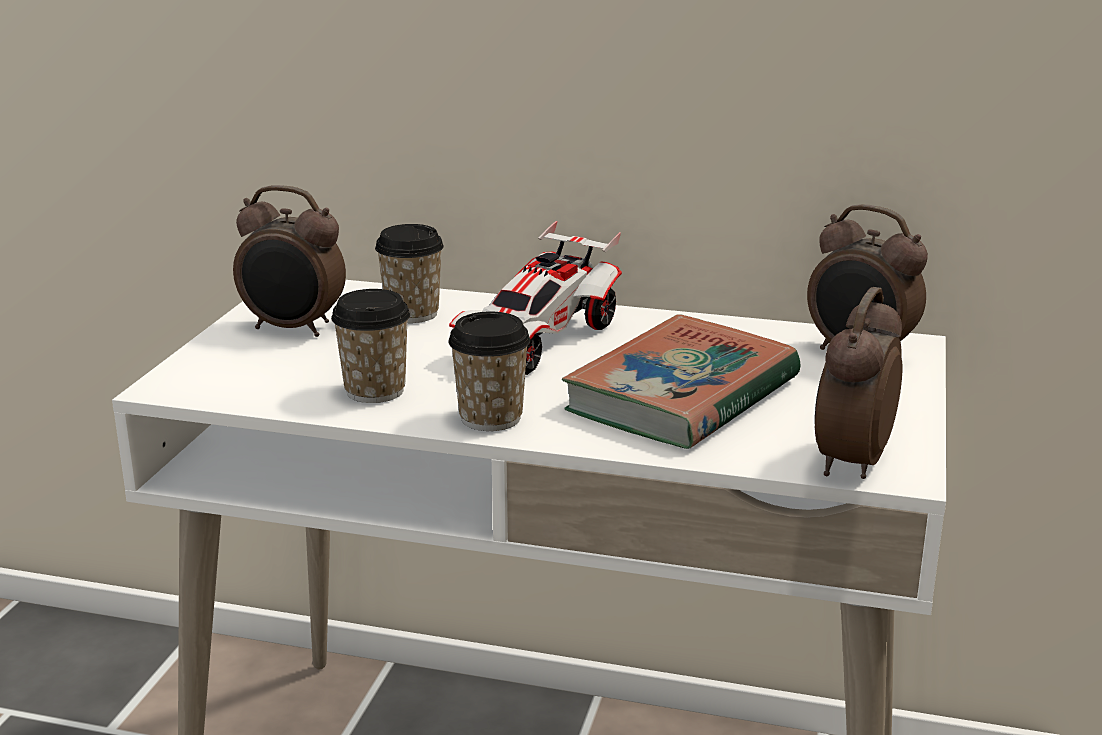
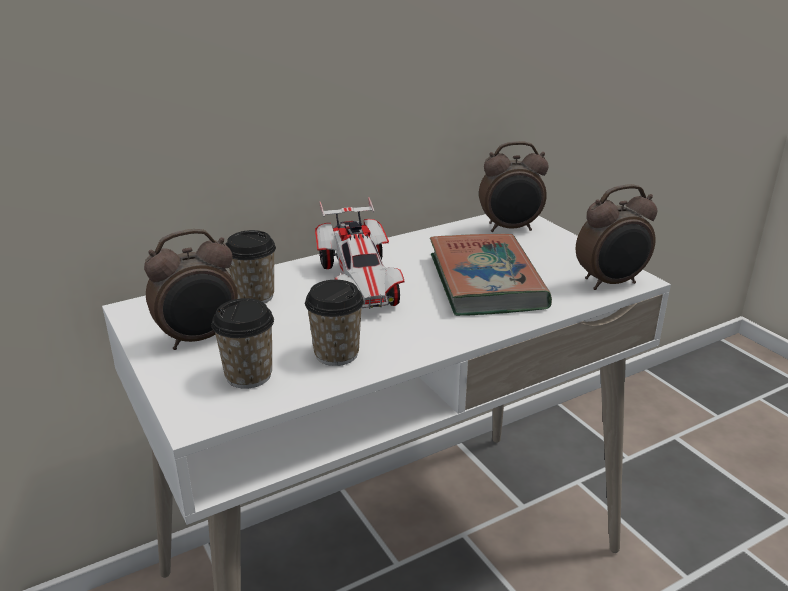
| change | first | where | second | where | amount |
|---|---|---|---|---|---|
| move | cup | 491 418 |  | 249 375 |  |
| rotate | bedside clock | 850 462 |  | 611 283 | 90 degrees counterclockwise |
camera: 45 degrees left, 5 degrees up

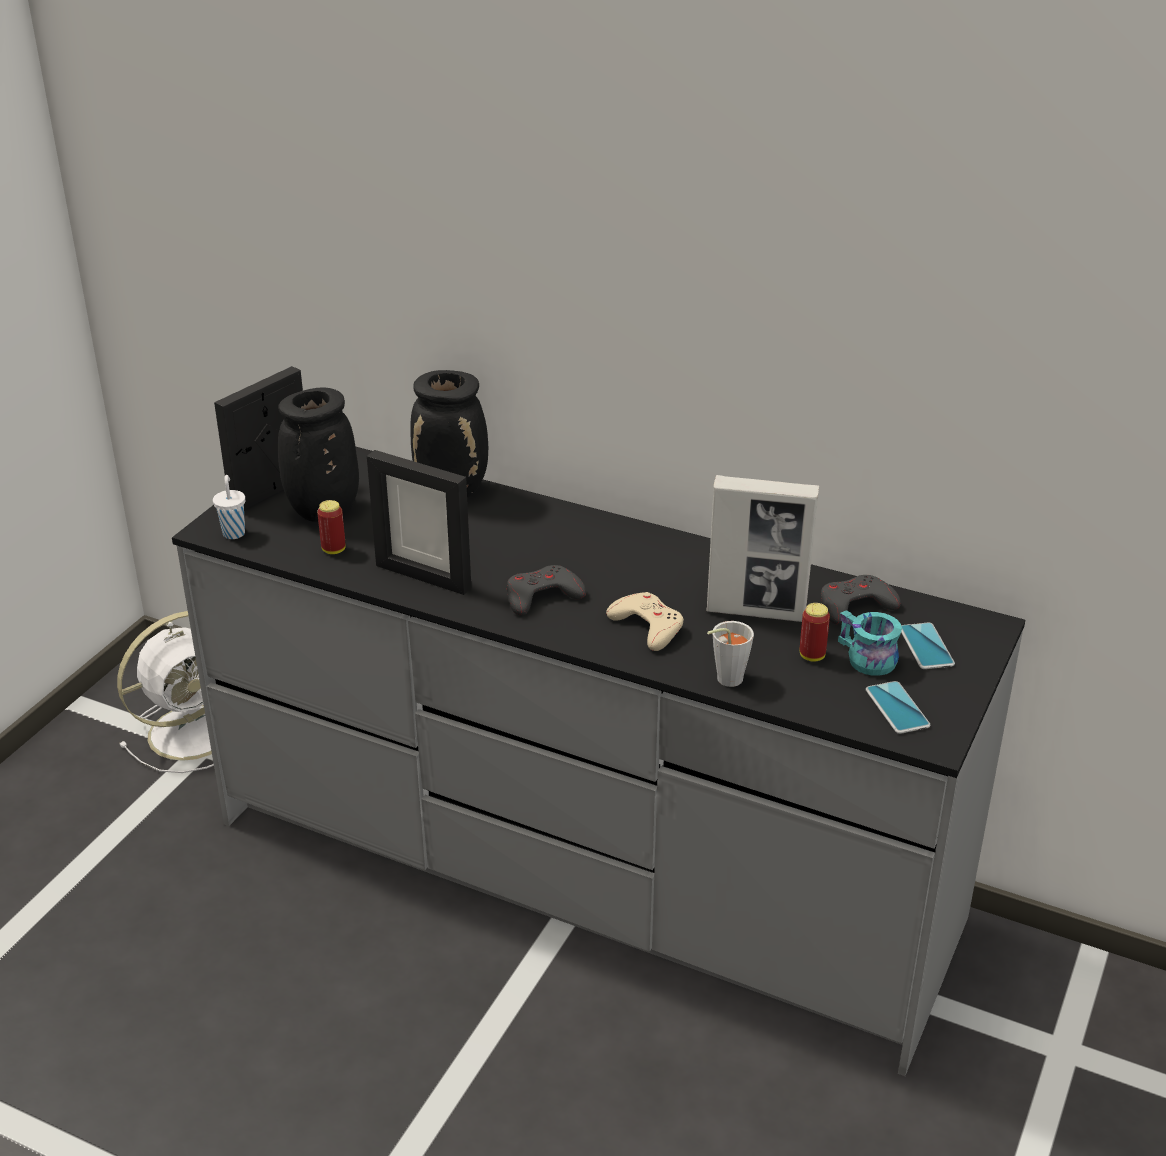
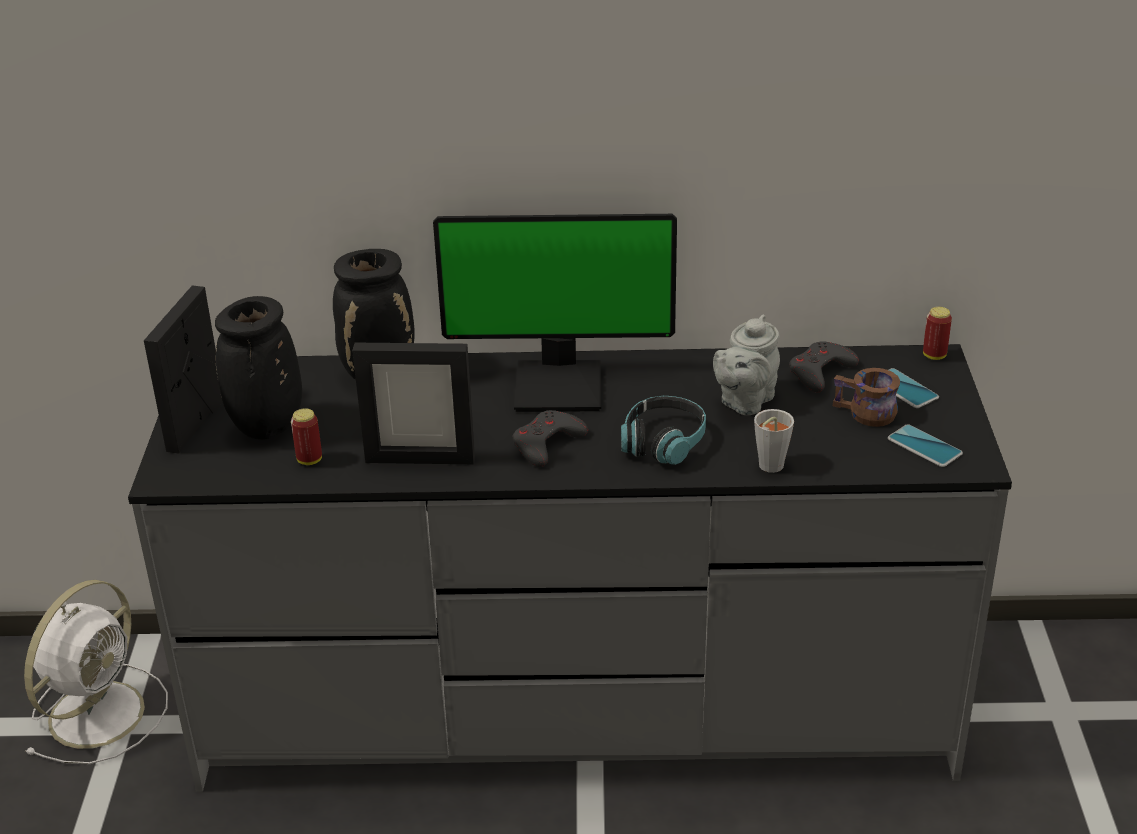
| change | first | where | second | where | amount |
|---|---|---|---|---|---|
| delete | white-coloured cup | 234 533 |  |  |  |
| replace | beige-coloured game controller | 647 626 | headset | 663 442 |  |
| replace | standing frame | 756 612 | greyish tea pot | 744 401 |  |
| move | can | 812 656 |  | 934 355 |  |
| recolor | blue-green tea mug | 864 659 | brownish tea mug | 864 414 |  |
| insert |  |  | monitor | 560 384 |  |
camera: 25 degrees left, 0 degrees up

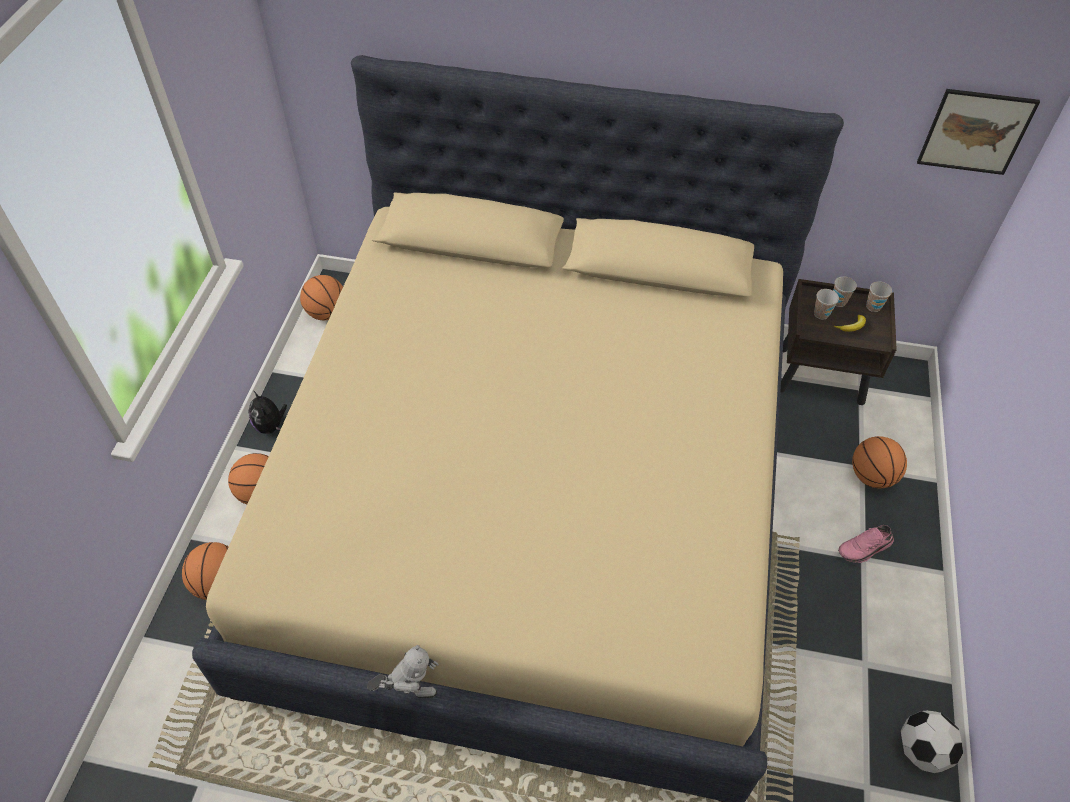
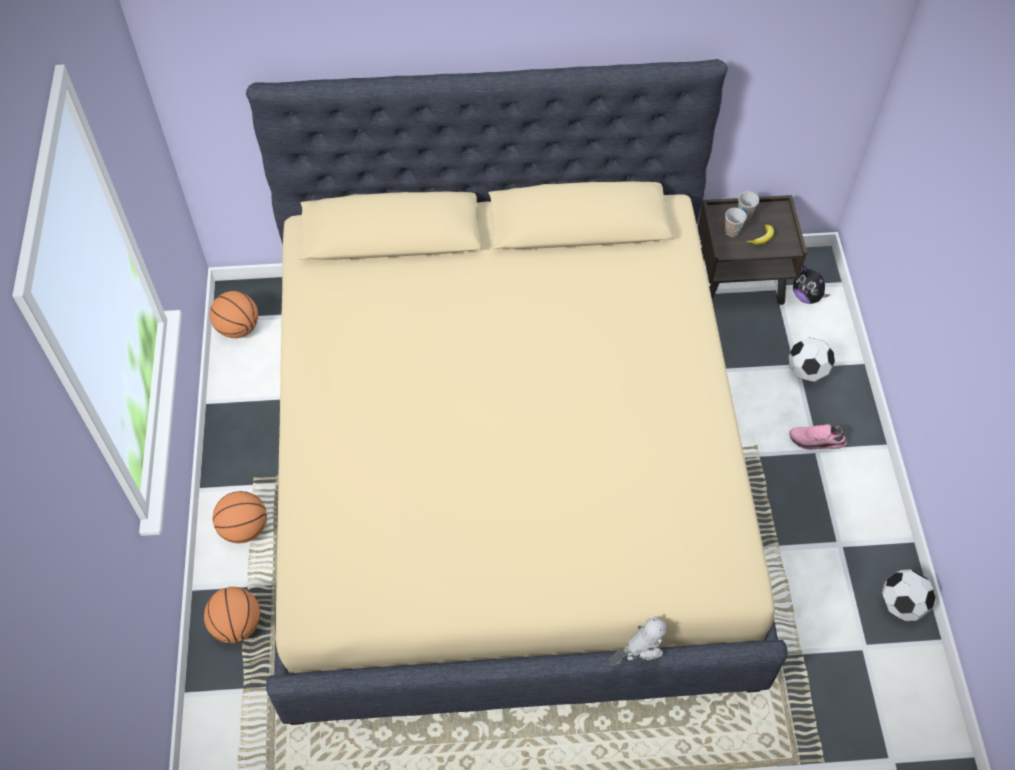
| change | first | where | second | where | amount |
|---|---|---|---|---|---|
| move | soft toy | 271 426 |  | 806 296 |  |
| move | robot figure | 409 690 |  | 638 657 |  |
| rotate | pinkish shoe | 865 549 |  | 816 441 | 45 degrees clockwise |
| replace | basketball | 871 476 | football | 806 372 |  |
| delete | cup | 873 306 |  |  |  |
| delete | wall art | 975 131 |  |  |  |
camera: 15 degrees left, 5 degrees up

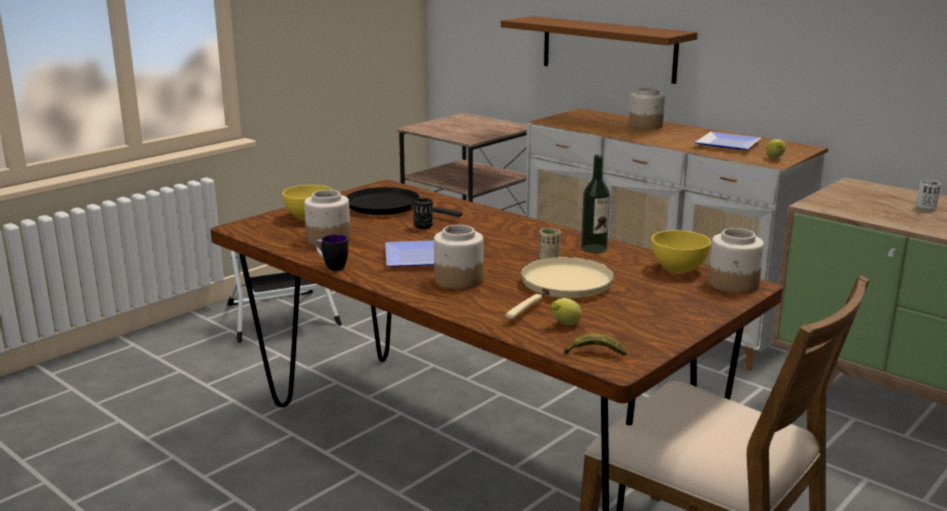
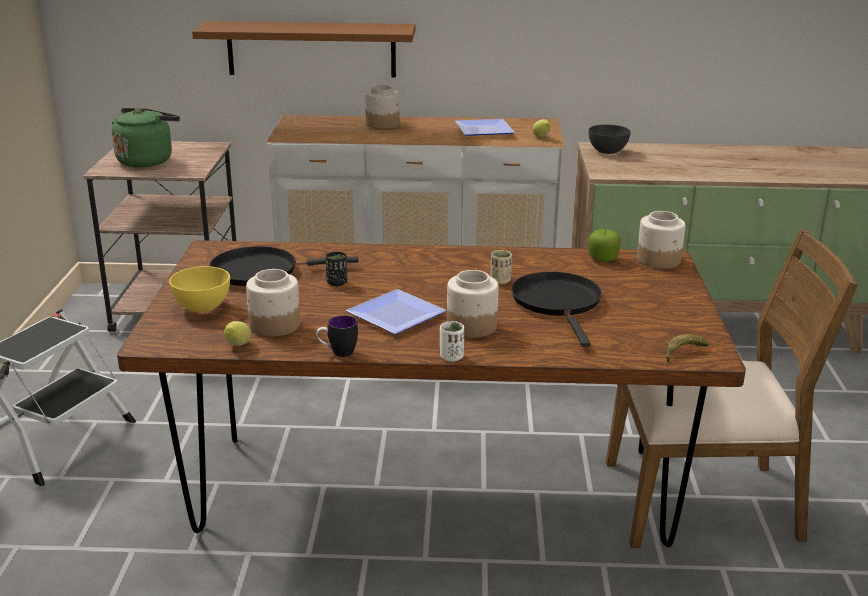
| change | first | where | second | where | amount |
|---|---|---|---|---|---|
| recolor | beige-coloured pan | 563 286 | black-coloured pan | 558 303 |  |
| move | lemon | 565 325 |  | 237 346 |  |
| delete | drink bottle | 594 249 |  |  |  |
| replace | yellow bowl | 679 268 | whole apple | 603 258 |  |
| move | white-coloured cup | 926 208 |  | 451 357 |  |
| insert |  |  | green tea kettle | 147 160 |  |
| insert |  |  | greyish bowl | 607 151 |  |
camera: 40 degrees left, 5 degrees up

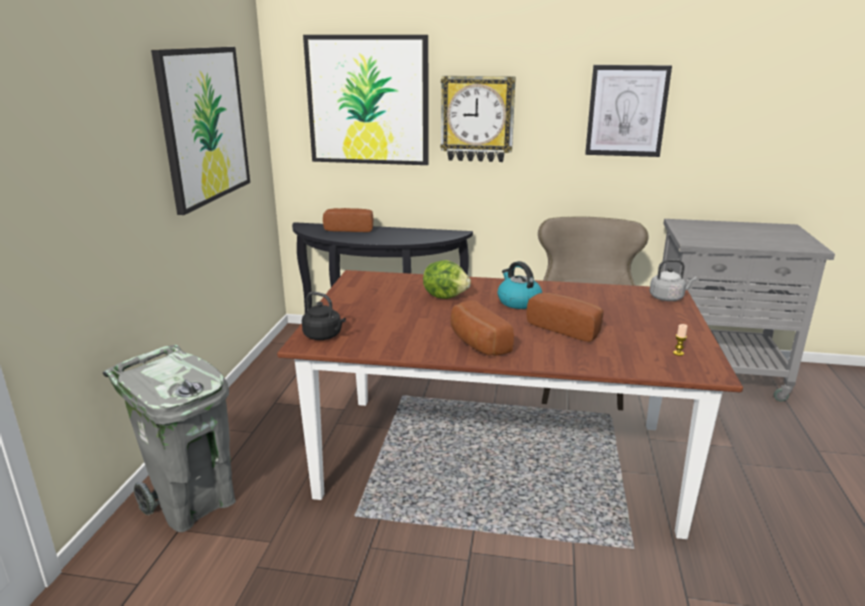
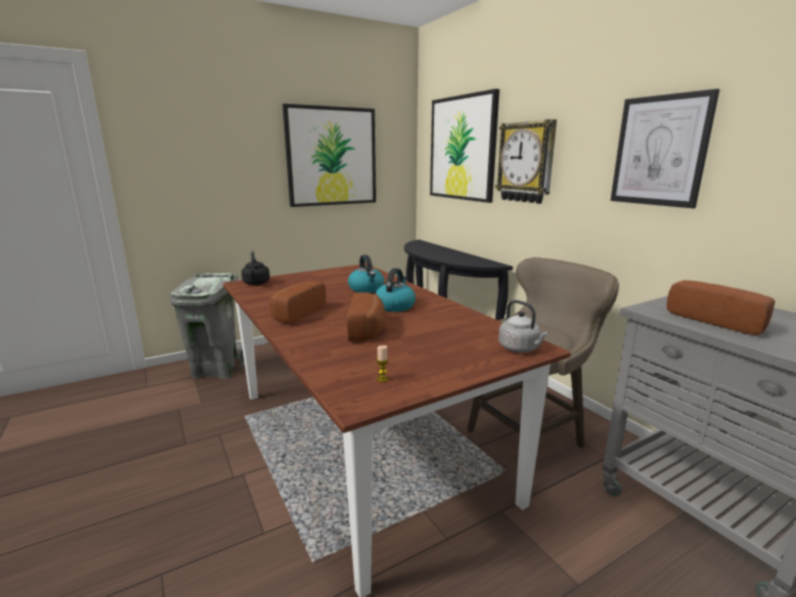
| change | first | where | second | where | amount |
|---|---|---|---|---|---|
| move | bakery bread | 350 229 |  | 717 320 |  |
| replace | lettuce head | 445 296 | tea kettle | 366 289 |  |
camera: 50 degrees right, 5 degrees down

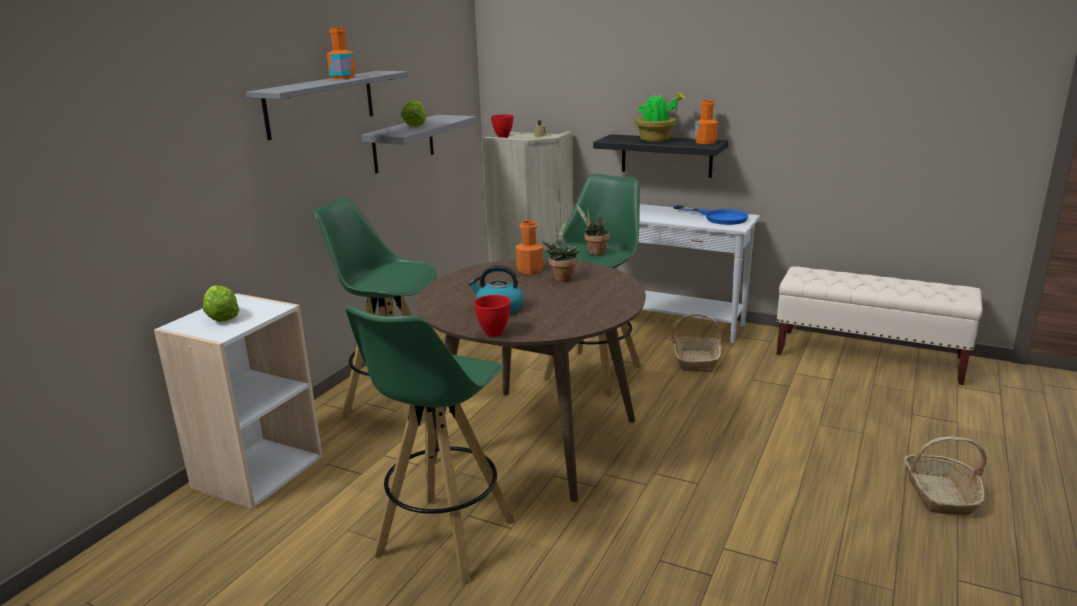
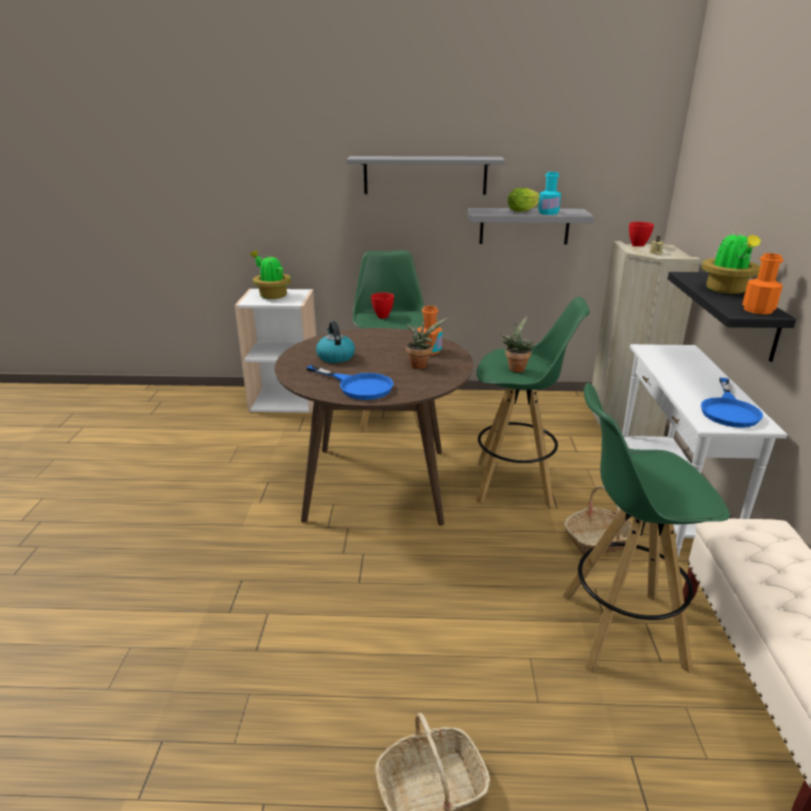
| change | first | where | second | where | amount |
|---|---|---|---|---|---|
| replace | lettuce head | 222 317 | plant in a pot | 272 295 |  |
| delete | orangey drink bottle | 343 78 |  |  |  |
| move | green sitting stool | 443 539 |  | 619 629 |  |
| move | red-coloured bowl | 492 333 |  | 382 316 |  |
| insert |  |  | blue-coloured pan | 358 386 |  |
| insert |  |  | blue-green drink bottle | 548 213 |  |
camera: 65 degrees right, 5 degrees up

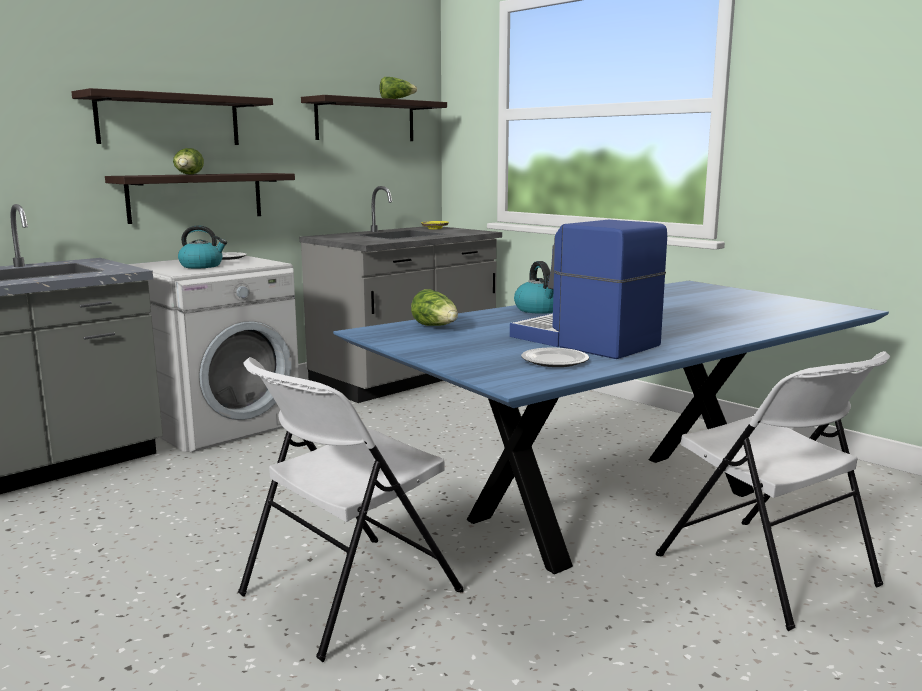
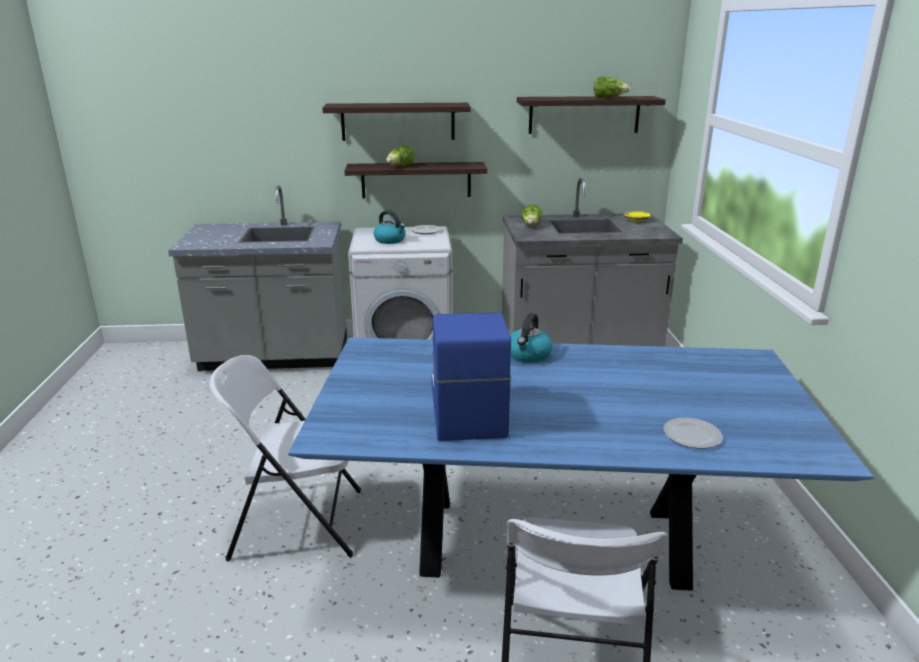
| change | first | where | second | where | amount |
|---|---|---|---|---|---|
| move | lettuce head | 436 327 |  | 531 226 |  |
| move | plate | 554 361 |  | 691 436 |  |
camera: 40 degrees right, 10 degrees up

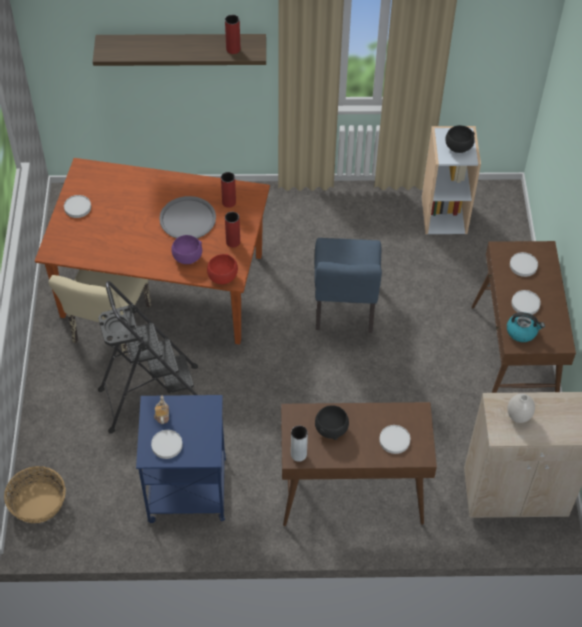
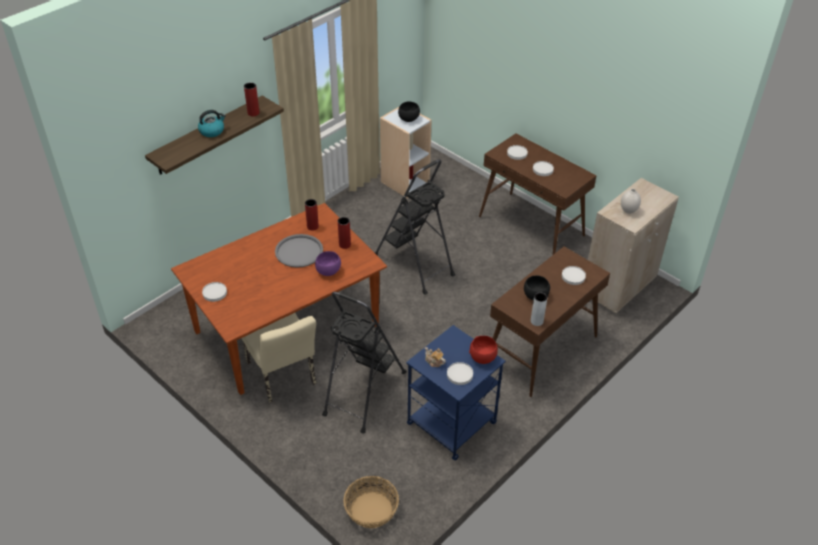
| change | first | where | second | where | amount |
|---|---|---|---|---|---|
| move | red-coloured bowl | 222 278 |  | 483 358 |  |
| replace | blue-coloured upright chair | 344 310 | step ladder | 414 265 |  |
| move | tea kettle | 522 331 |  | 212 131 |  |
camera: 45 degrees left, 10 degrees down

